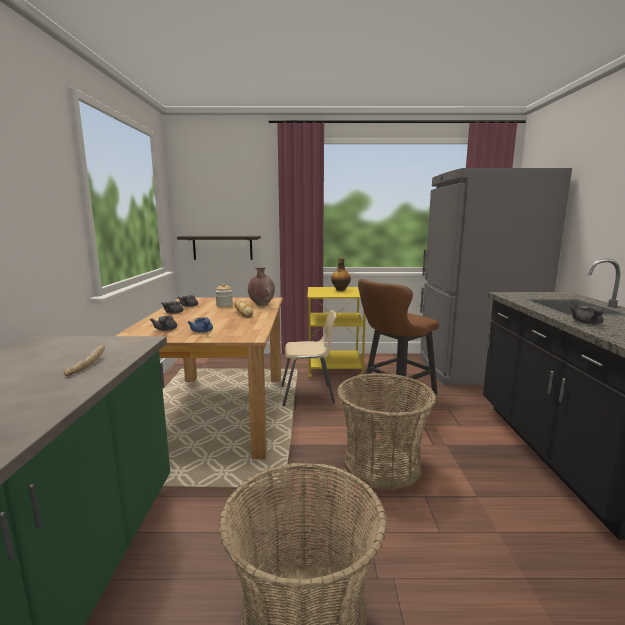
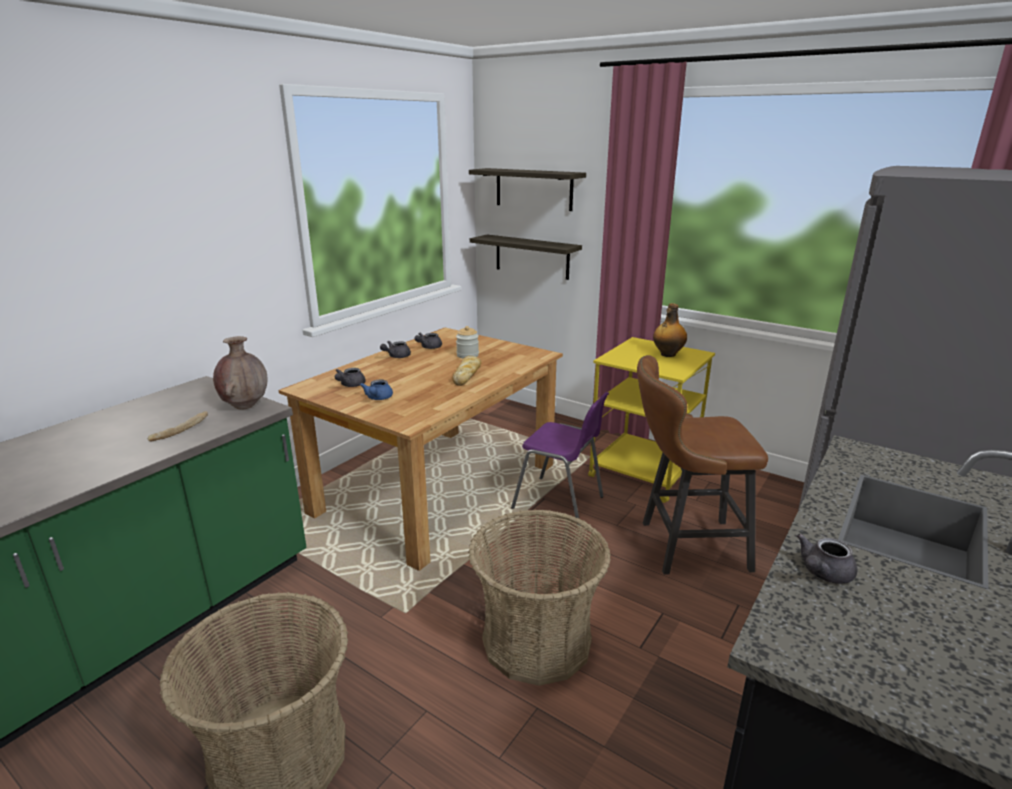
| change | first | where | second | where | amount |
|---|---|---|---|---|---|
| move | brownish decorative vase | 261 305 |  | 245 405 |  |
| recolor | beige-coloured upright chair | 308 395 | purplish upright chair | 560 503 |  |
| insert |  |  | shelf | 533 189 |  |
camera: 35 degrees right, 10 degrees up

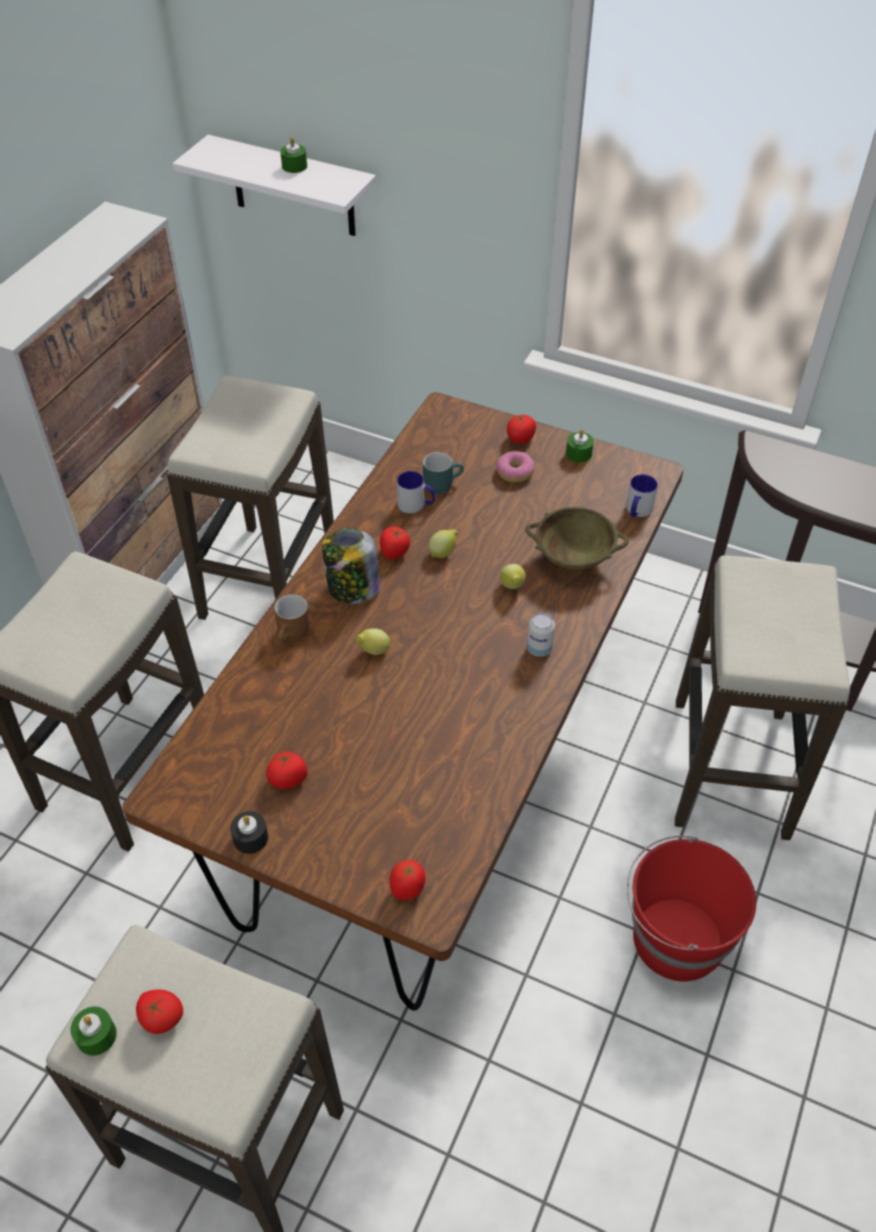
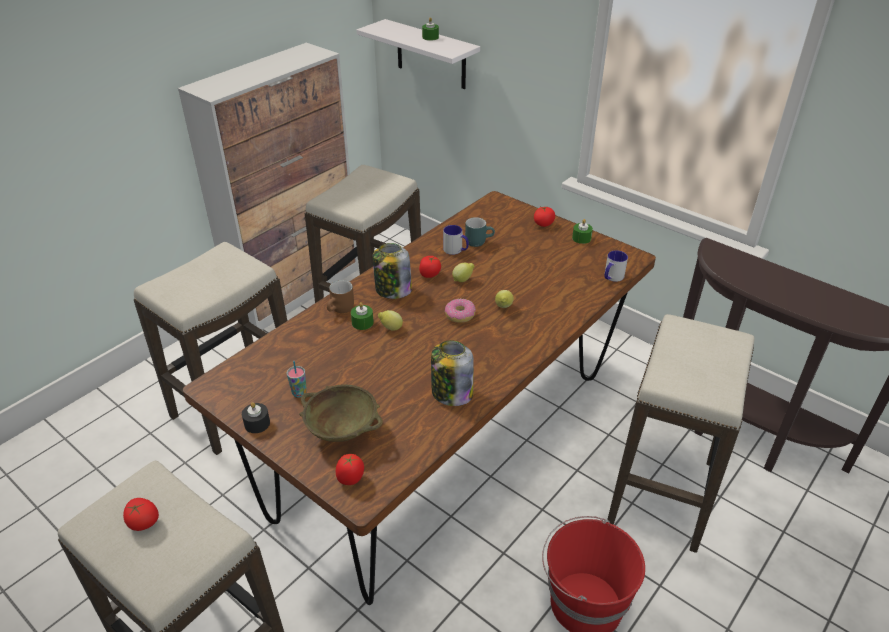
| change | first | where | second | where | amount |
|---|---|---|---|---|---|
| move | green candle | 96 1035 |  | 362 322 |  |
| replace | whole tomato | 288 779 | cup | 299 393 |  |
| move | donut | 514 472 |  | 460 315 |  |
| move | beige-coloured bowl | 573 558 |  | 342 430 |  |
| delete | can | 539 649 |  |  |  |
| insert |  |  | storage jar | 451 393 |  |
camera: 15 degrees right, 10 degrees down

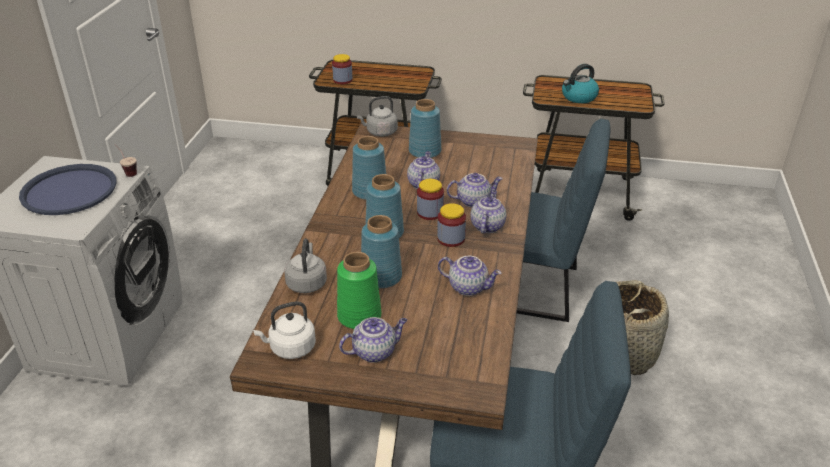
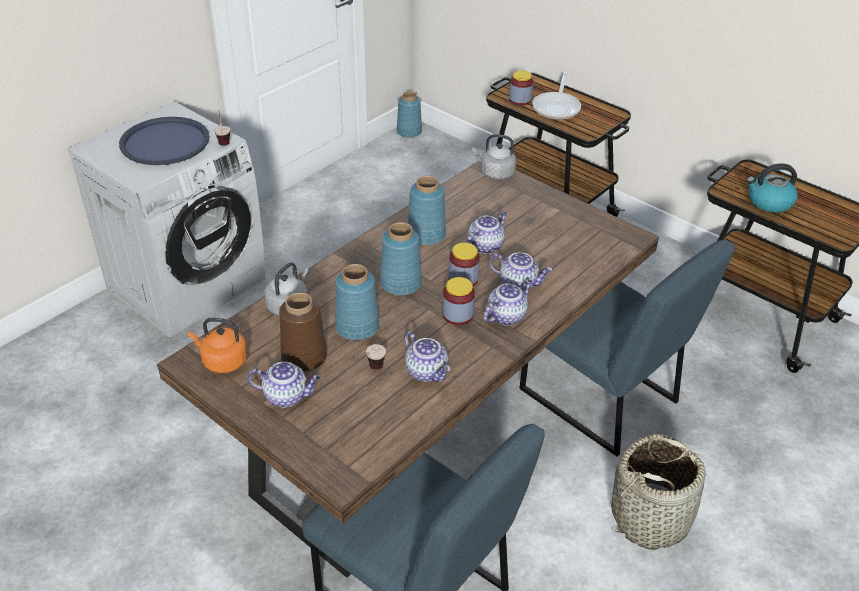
| change | first | where | second | where | amount |
|---|---|---|---|---|---|
| recolor | white-coloured tea kettle | 290 348 | orangey tea kettle | 222 361 |  |
| recolor | green decorative vase | 358 316 | brownish decorative vase | 303 357 |  |
| move | blue-coloured decorative vase | 424 151 |  | 409 132 |  |
| insert |  |  | cup | 370 369 |  |
| insert |  |  | pan | 557 107 |  |
camera: 30 degrees right, 5 degrees up

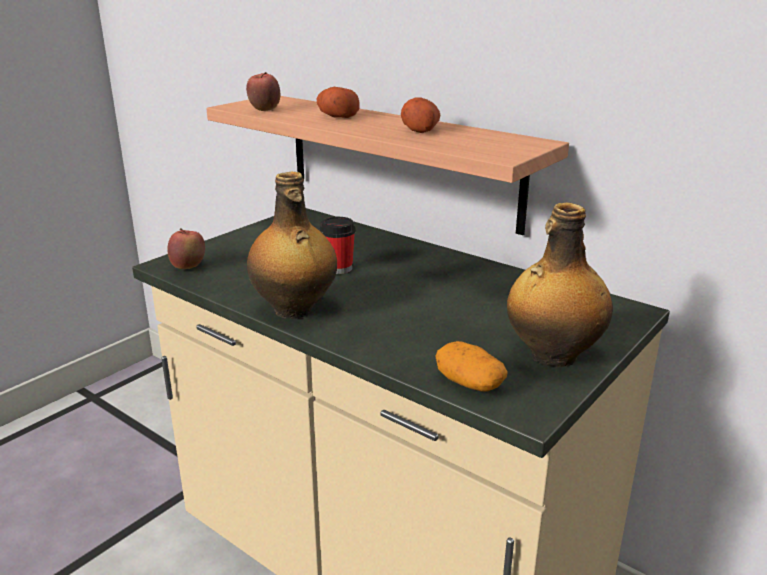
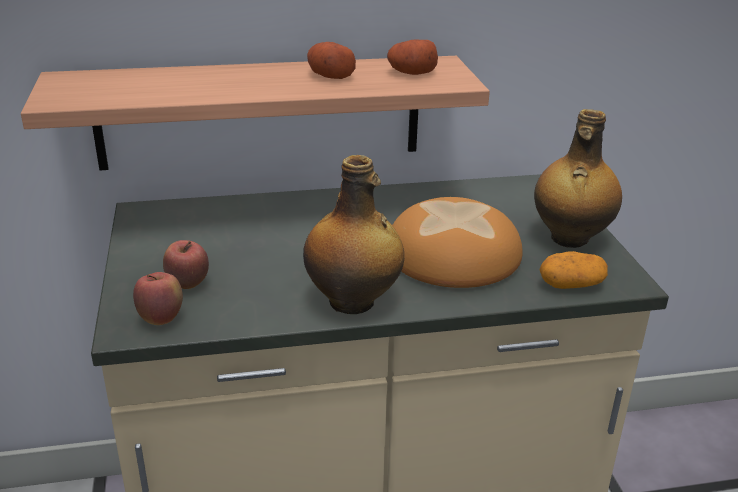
| change | first | where | second | where | amount |
|---|---|---|---|---|---|
| move | whole apple | 265 110 |  | 188 284 |  |
| move | spud | 336 116 |  | 411 73 |  |
| delete | cup | 338 268 |  |  |  |
| insert |  |  | bakery bread | 454 254 |  |
camera: 50 degrees left, 5 degrees up

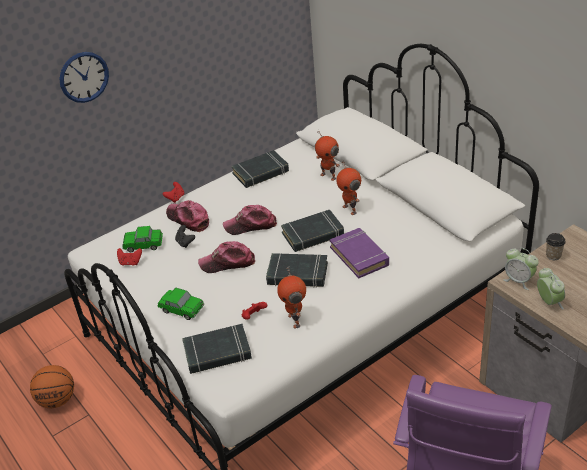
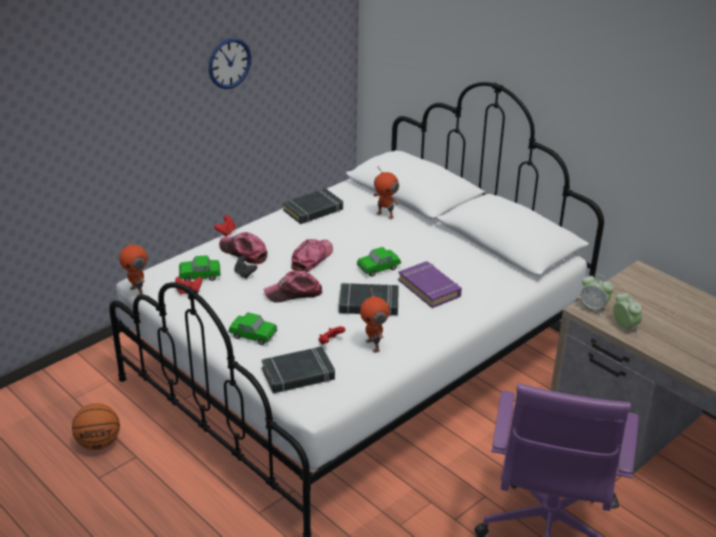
| change | first | where | second | where | amount |
|---|---|---|---|---|---|
| move | wall clock | 84 77 |  | 229 63 |  |
| rotate | baseball cap | 250 225 |  | 311 259 | 135 degrees clockwise |
| replace | black-coloured bound book | 313 235 | model car | 378 268 |  |
| move | robot figure | 350 209 |  | 138 291 |  |
| delete | cup | 553 256 |  |  |  |
camera: 10 degrees left, 5 degrees down

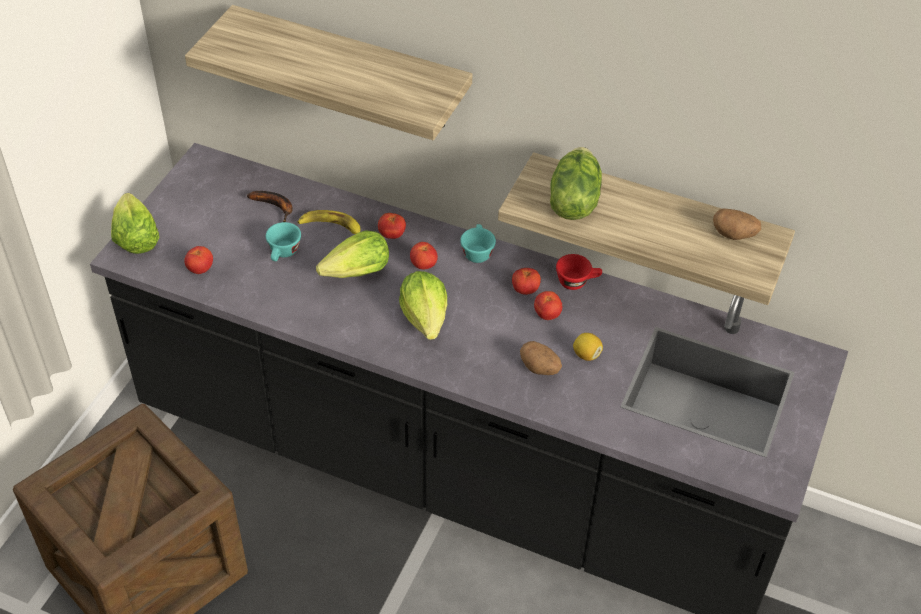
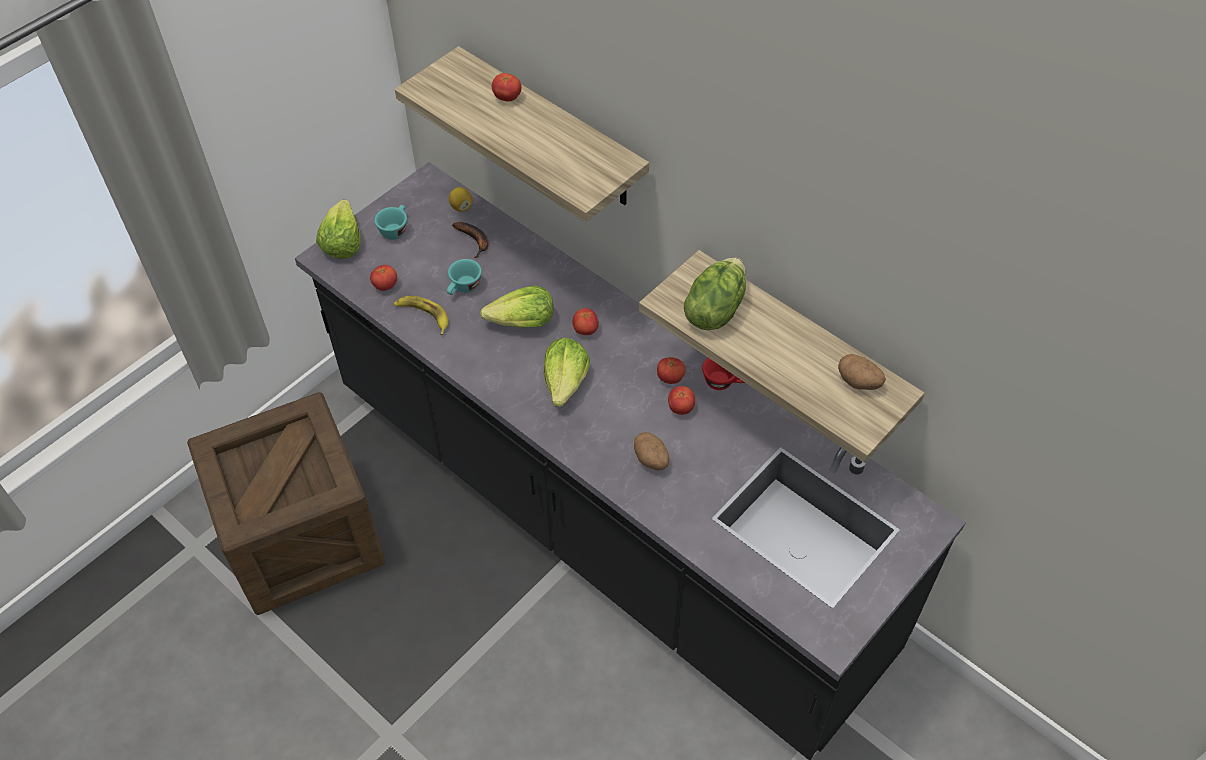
| change | first | where | second | where | amount |
|---|---|---|---|---|---|
| move | banana fruit | 330 227 |  | 423 315 |  |
| move | whole tomato | 392 235 |  | 507 98 |  |
| move | blue-green cup | 477 251 |  | 395 229 |  |
| move | lemon | 586 354 |  | 461 207 |  |
camera: 20 degrees right, 5 degrees up

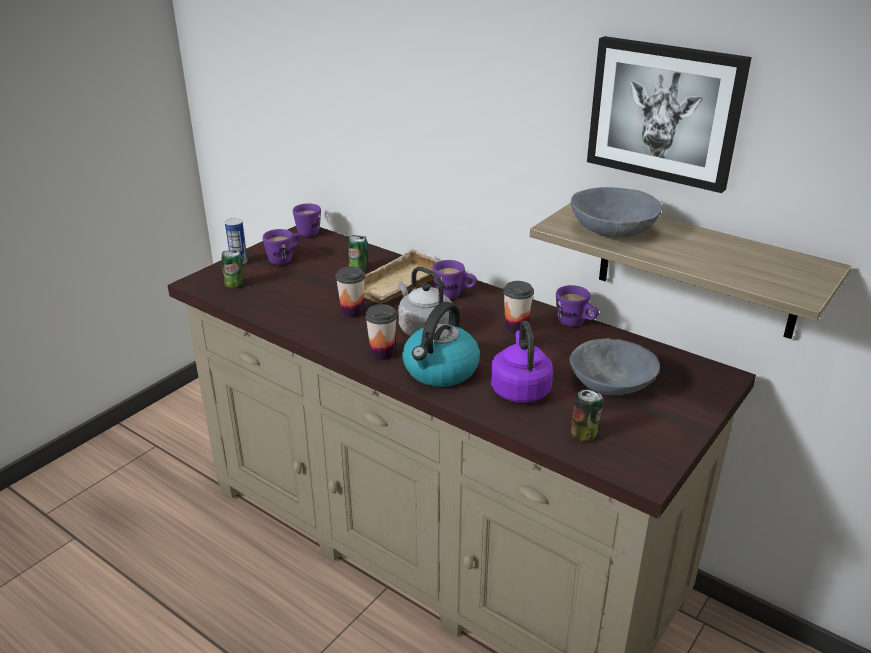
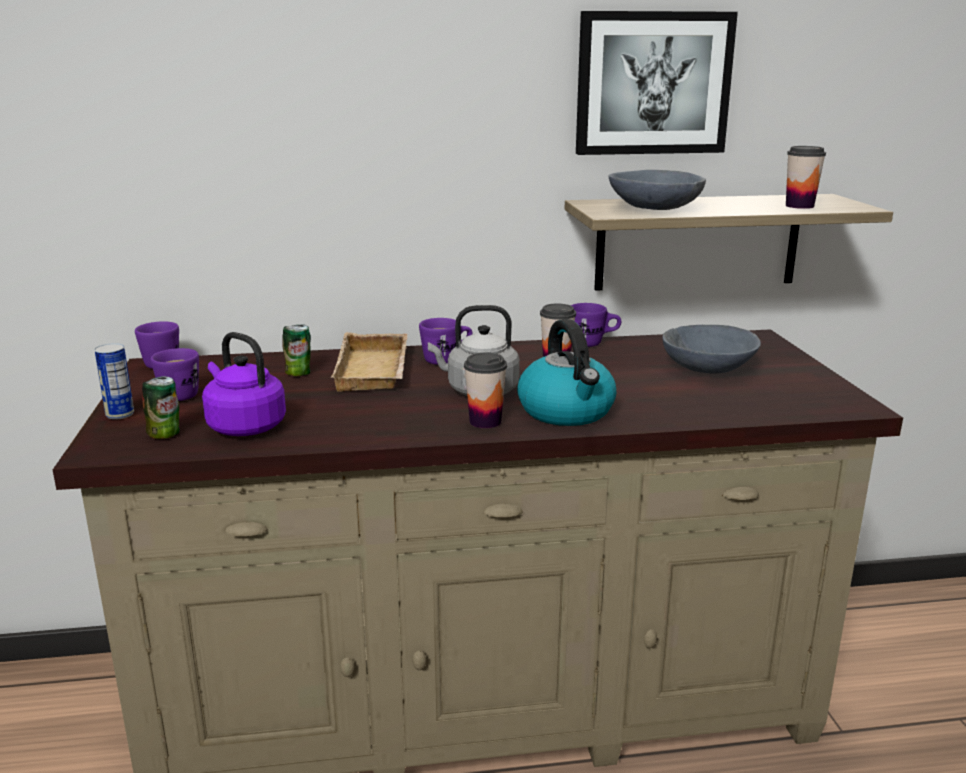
| change | first | where | second | where | amount |
|---|---|---|---|---|---|
| move | cup | 352 312 |  | 799 206 |  |
| move | purplish tea kettle | 519 389 |  | 244 426 |  |
| delete | can | 584 434 |  |  |  |
camera: 45 degrees left, 10 degrees down

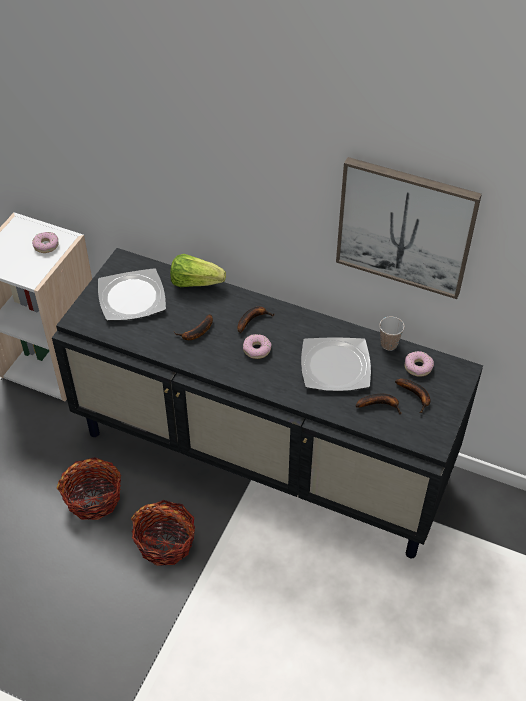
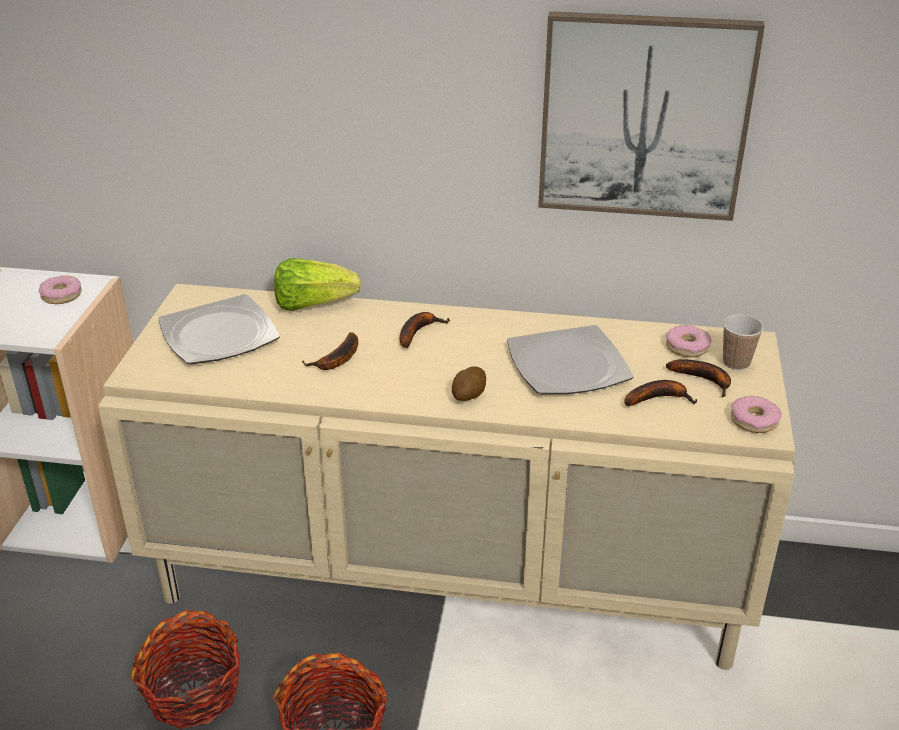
| change | first | where | second | where | amount |
|---|---|---|---|---|---|
| recolor | black-coloured cupboard | 263 457 | beige-coloured cupboard | 450 578 |  |
| move | donut | 257 349 |  | 754 421 |  |
| move | cup | 389 344 |  | 736 362 |  |
| insert |  |  | spud | 469 396 |  |
camera: 15 degrees left, 15 degrees down

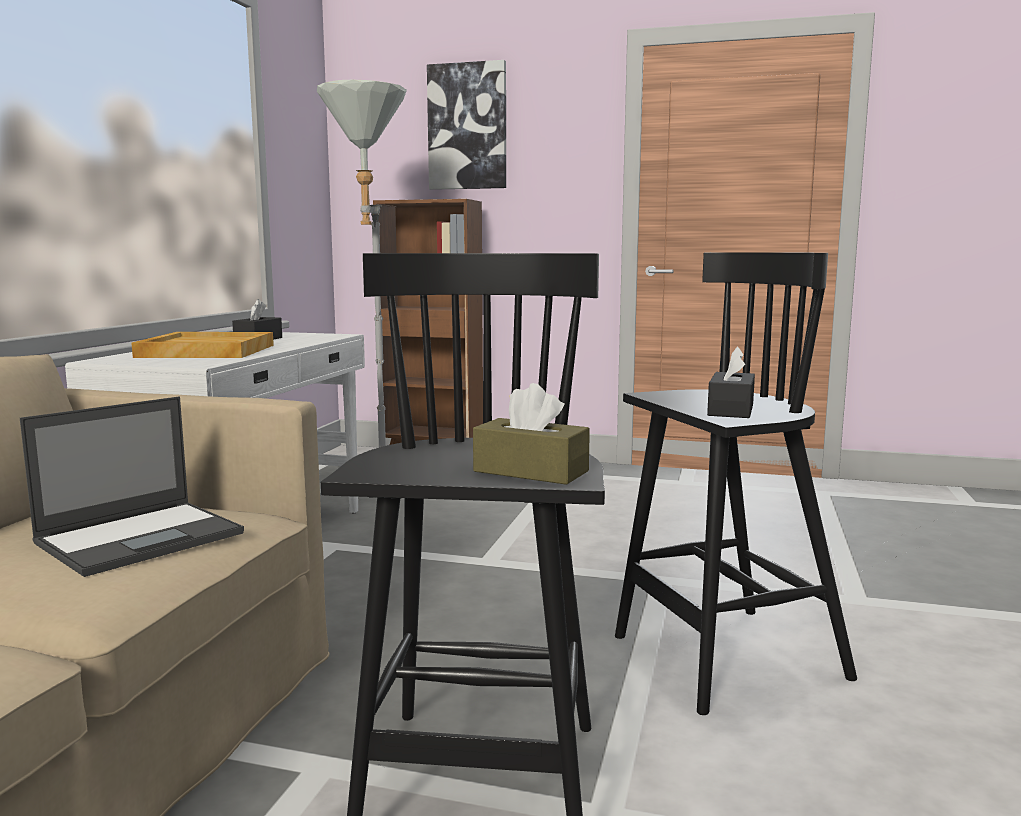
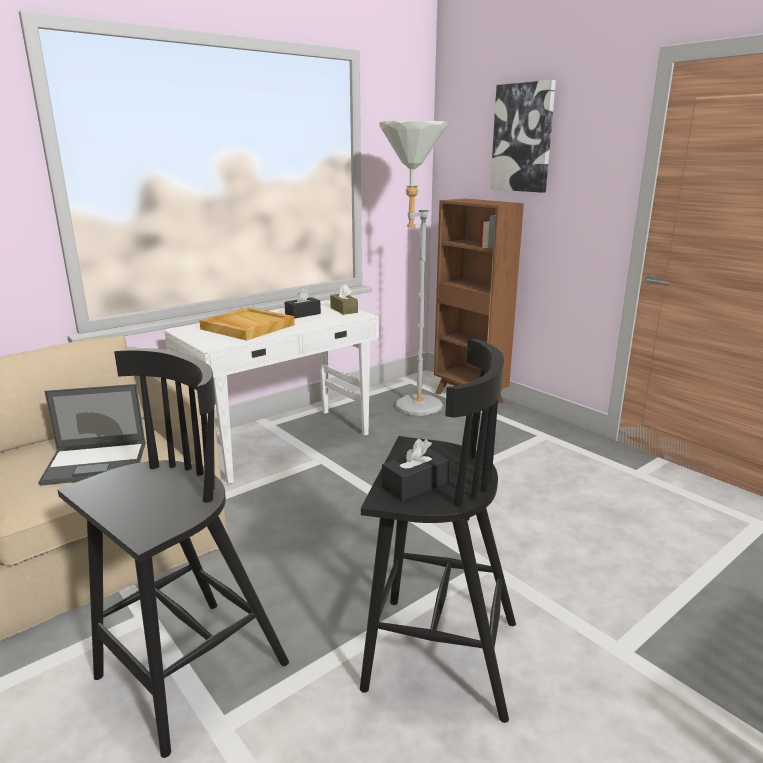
| change | first | where | second | where | amount |
|---|---|---|---|---|---|
| move | brownish tissue holder | 531 471 |  | 344 310 |  |
camera: 35 degrees right, 10 degrees up

